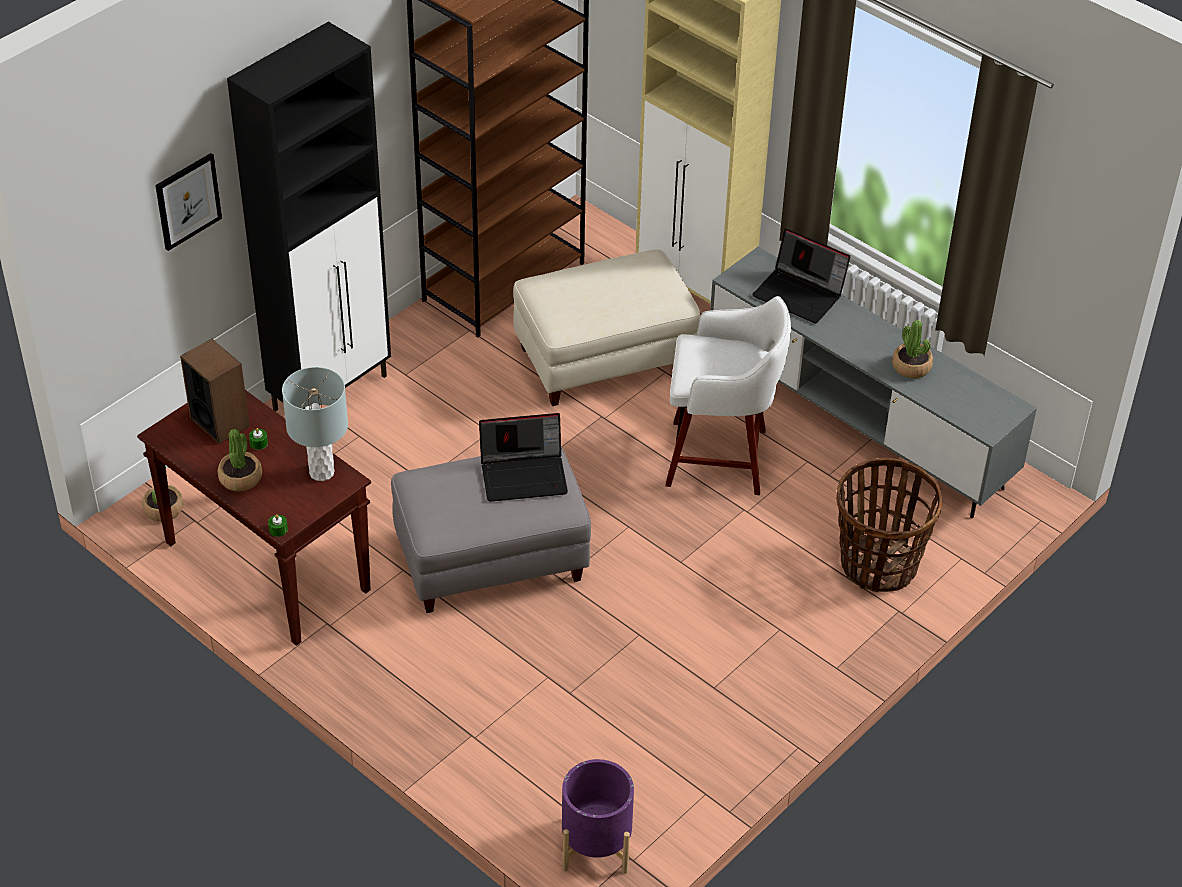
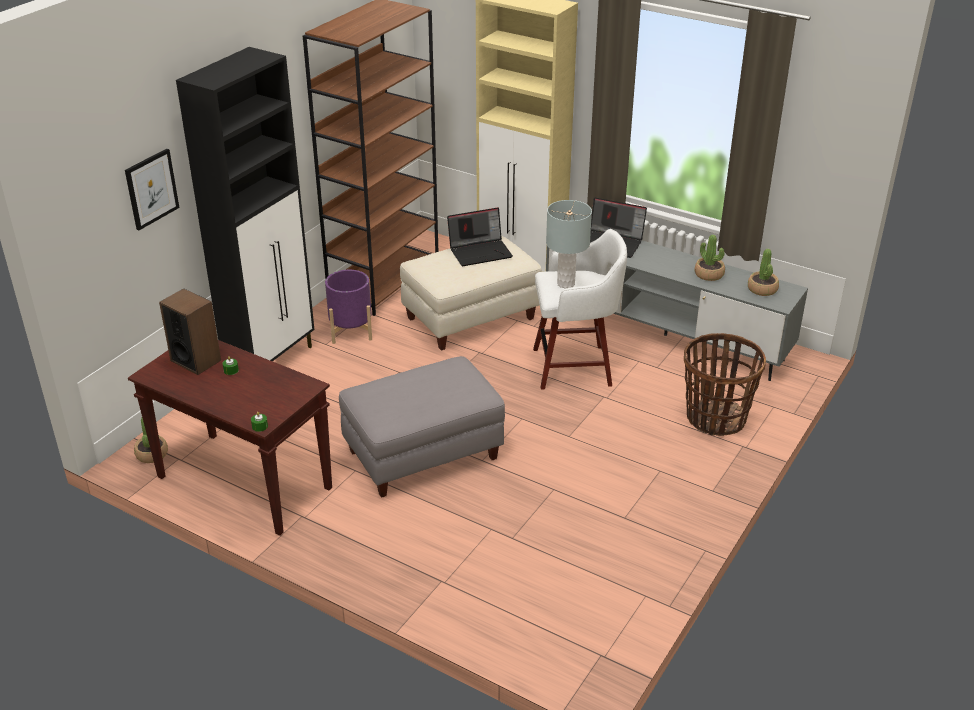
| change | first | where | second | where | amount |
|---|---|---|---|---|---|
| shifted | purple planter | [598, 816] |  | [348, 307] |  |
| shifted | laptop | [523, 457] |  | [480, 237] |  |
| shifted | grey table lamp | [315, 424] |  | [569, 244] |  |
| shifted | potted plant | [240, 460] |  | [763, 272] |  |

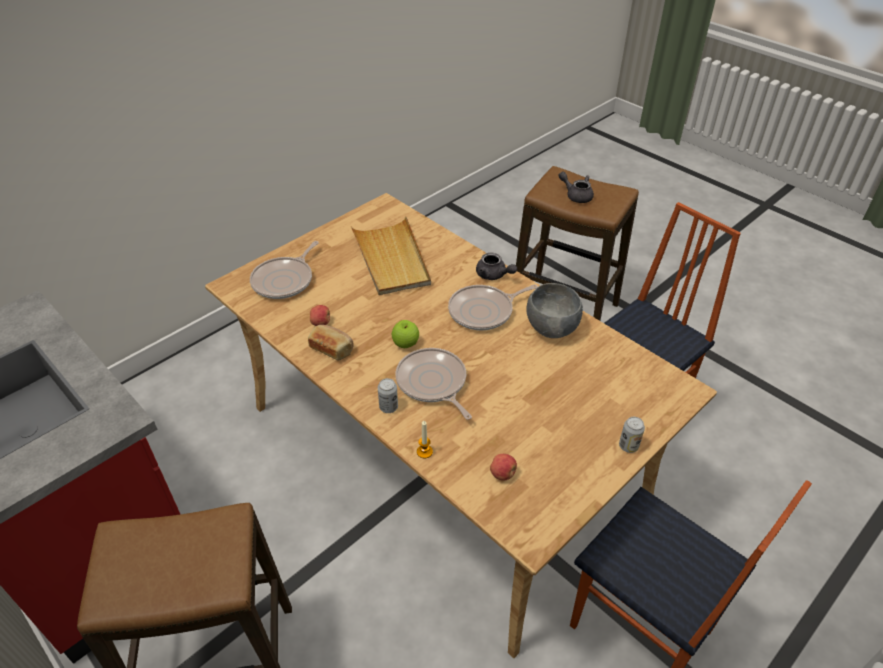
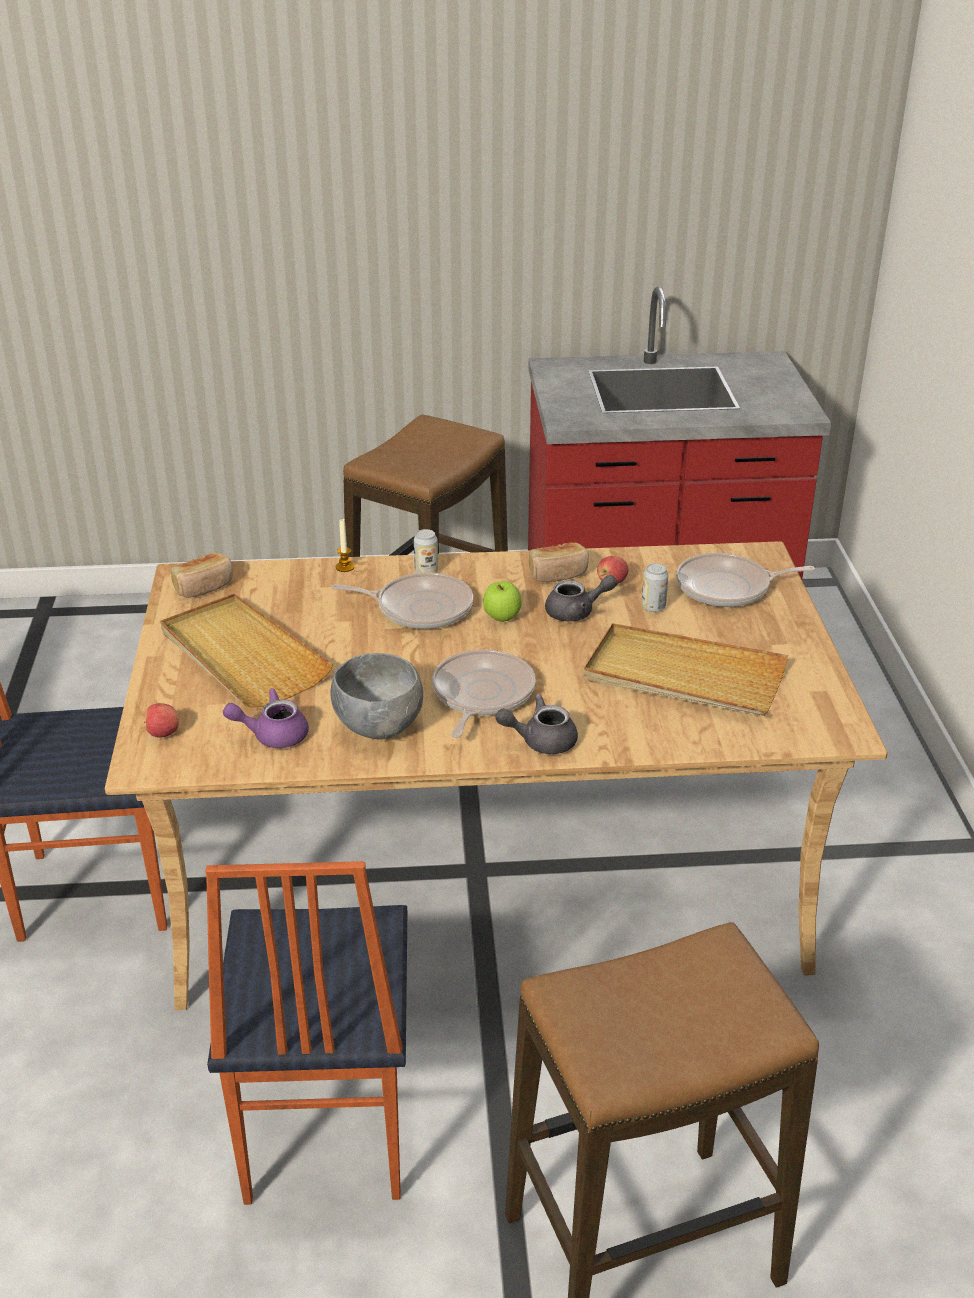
| change | first | where | second | where | amount |
|---|---|---|---|---|---|
| shifted | apple | [503, 467] |  | [161, 720] |  |
| new |  |  | beige tray | [246, 651] |  |
| new |  |  | bread | [202, 575] |  |
| new |  |  | purple teapot | [266, 718] |  |
| shifted | grey teapot | [576, 187] |  | [581, 598] |  |
| shifted | can | [632, 435] |  | [654, 587] |  |
| rotated | frying pan | [284, 270] |  | [745, 580] | 75 degrees counterclockwise |

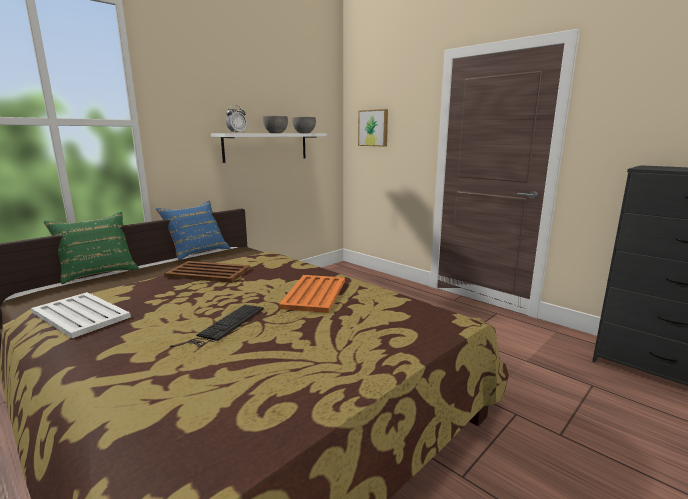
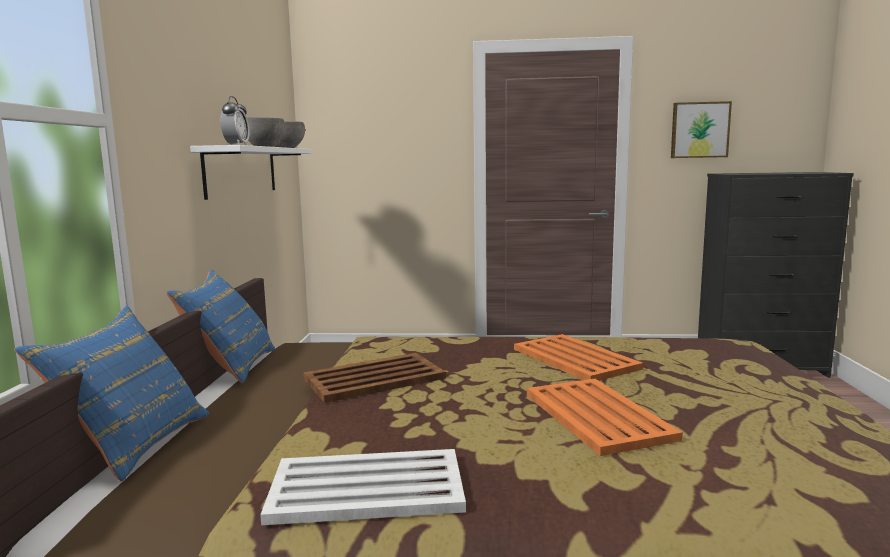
| change | first | where | second | where | amount |
|---|---|---|---|---|---|
| repainted | green pillow | [91, 248] | blue pillow | [111, 394] |  |
| swapped | keyboard | [217, 326] | orange tray | [605, 417] |  |
| shifted | picture | [373, 127] |  | [701, 129] |  |

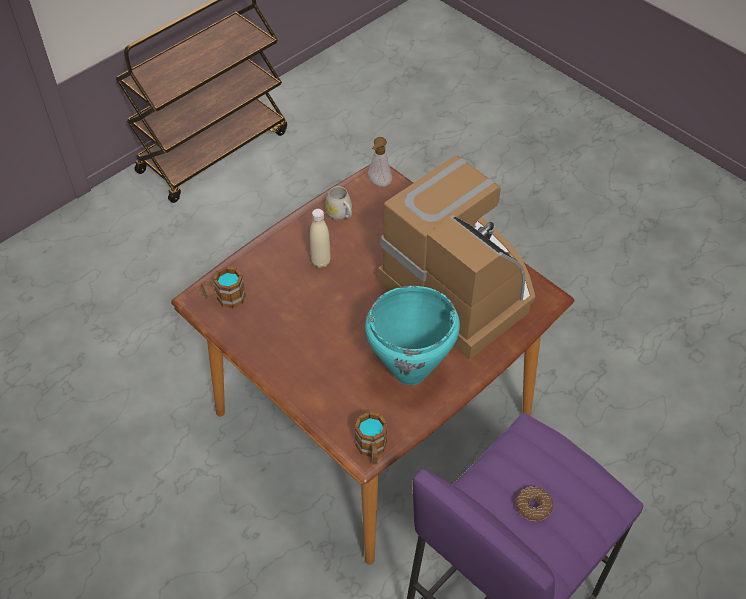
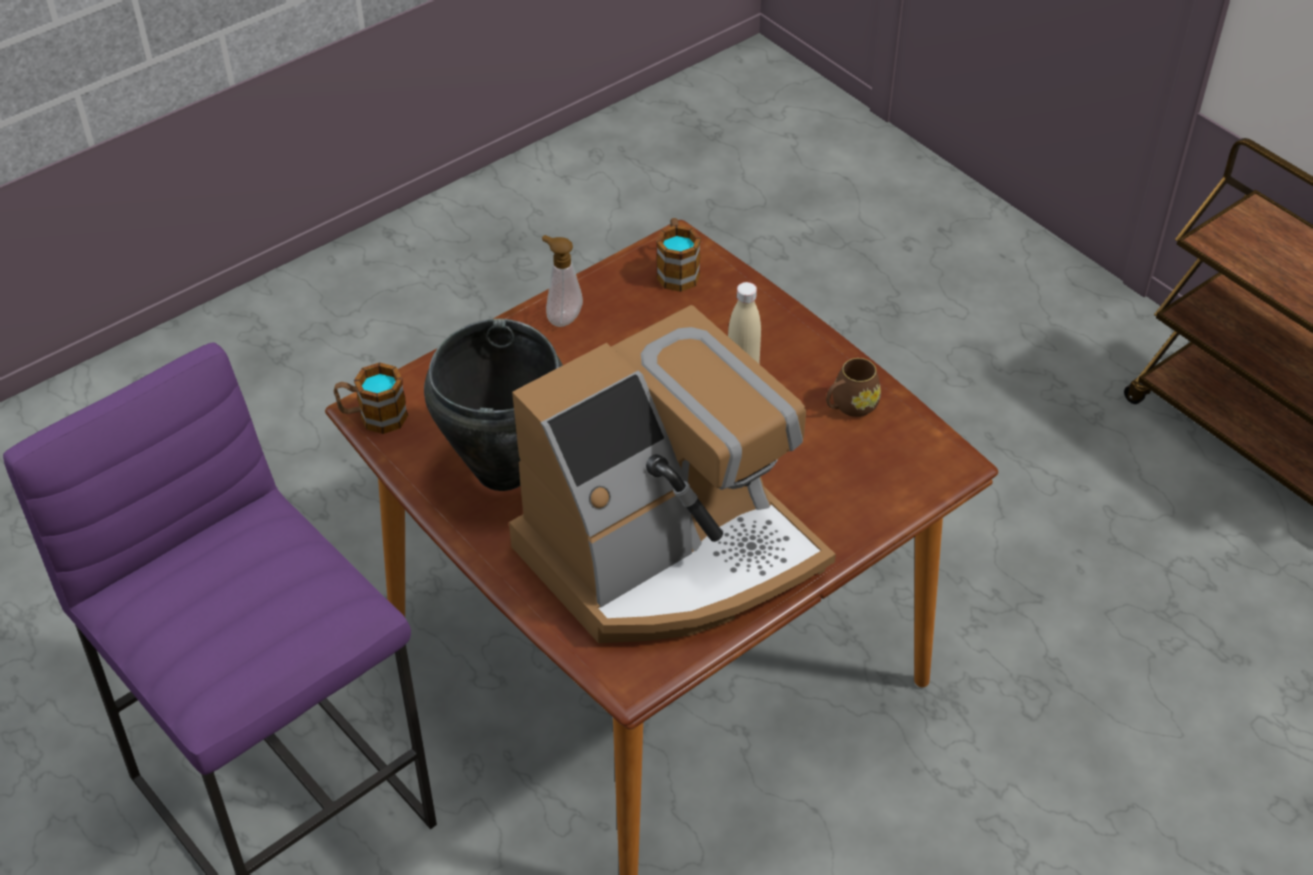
| change | first | where | second | where | amount |
|---|---|---|---|---|---|
| repainted | turquoise cooking pot | [412, 335] | black cooking pot | [493, 405] |  |
| shifted | soap dispenser | [380, 162] |  | [562, 281] |  |
| repainted | white mug | [338, 203] | brown mug | [853, 387] |  |
| gone | donut | [534, 503] |  |  |  |

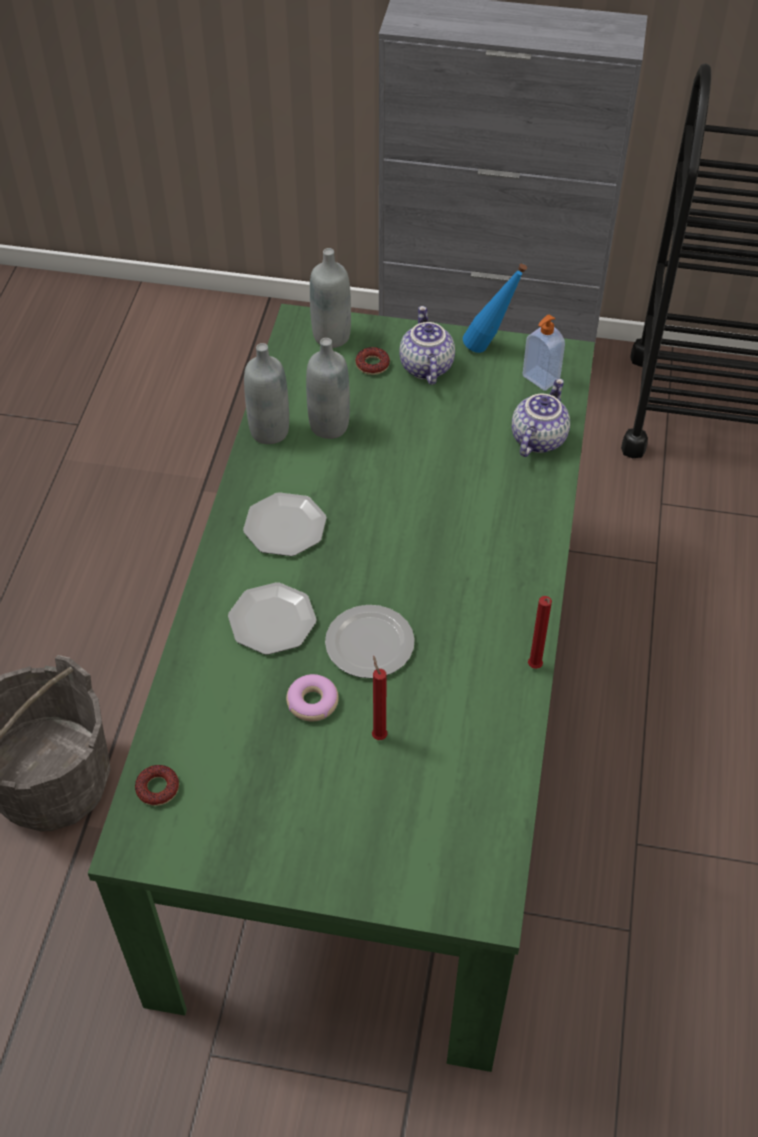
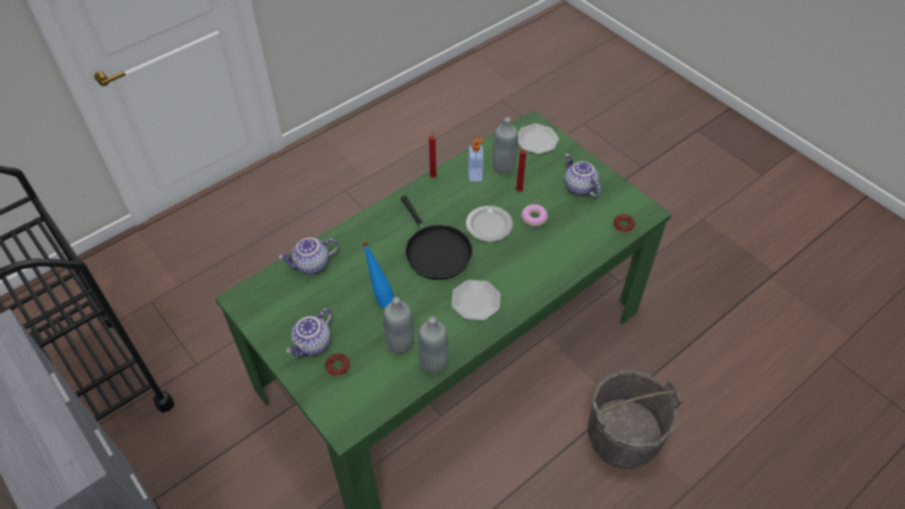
| change | first | where | second | where | amount |
|---|---|---|---|---|---|
| shifted | blue bottle | [495, 308] |  | [378, 274] |  |
| new |  |  | black frying pan | [437, 238] |  |
| shifted | soap dispenser | [544, 353] |  | [476, 160] |  |
| shifted | grey bottle | [330, 298] |  | [505, 145] |  |
| shifted | plate | [272, 618] |  | [538, 139] |  |
| new |  |  | teapot | [583, 175] |  |

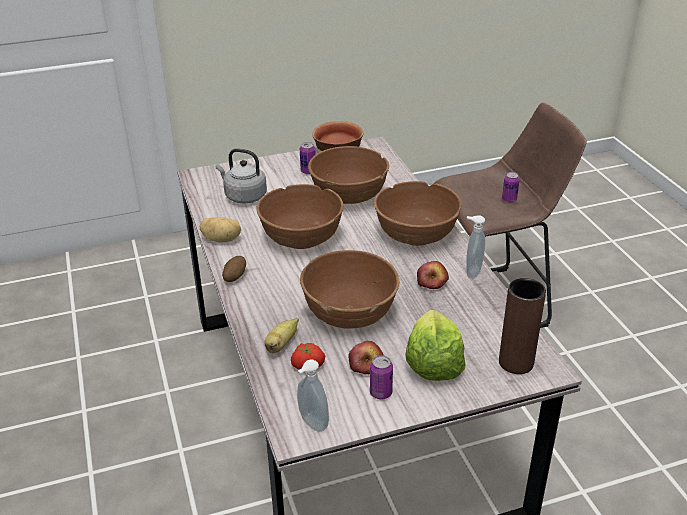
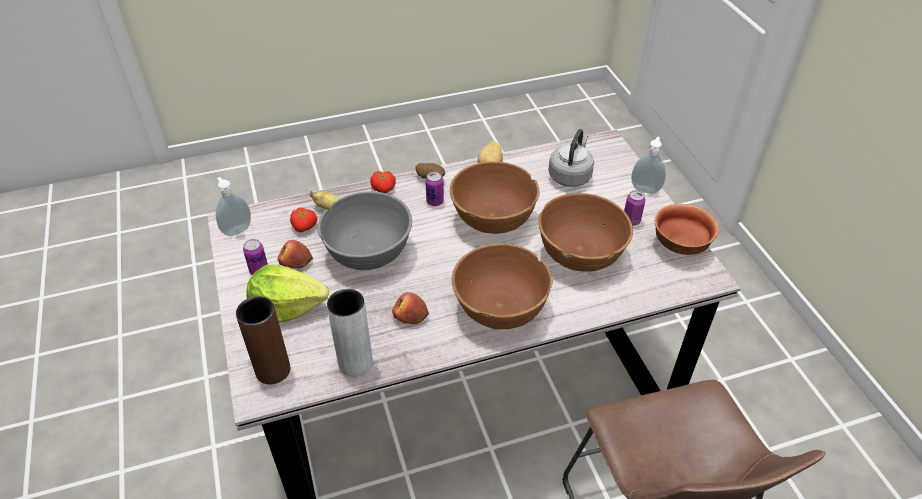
| change | first | where | second | where | amount |
|---|---|---|---|---|---|
| repainted | brown bowl | [349, 289] | grey bowl | [365, 230] |  |
| new |  |  | grey vase | [350, 333] |  |
| new |  |  | tomato | [383, 182] |  |
| shifted | can | [511, 187] |  | [434, 189] |  |
| shifted | soap dispenser | [475, 247] |  | [648, 165] |  |

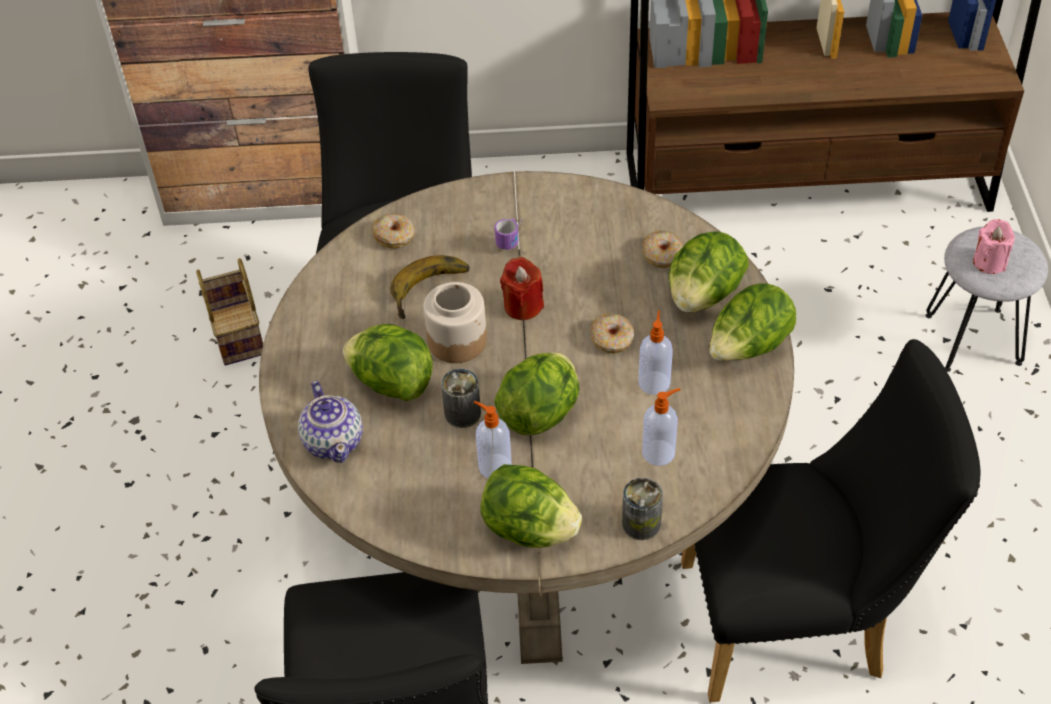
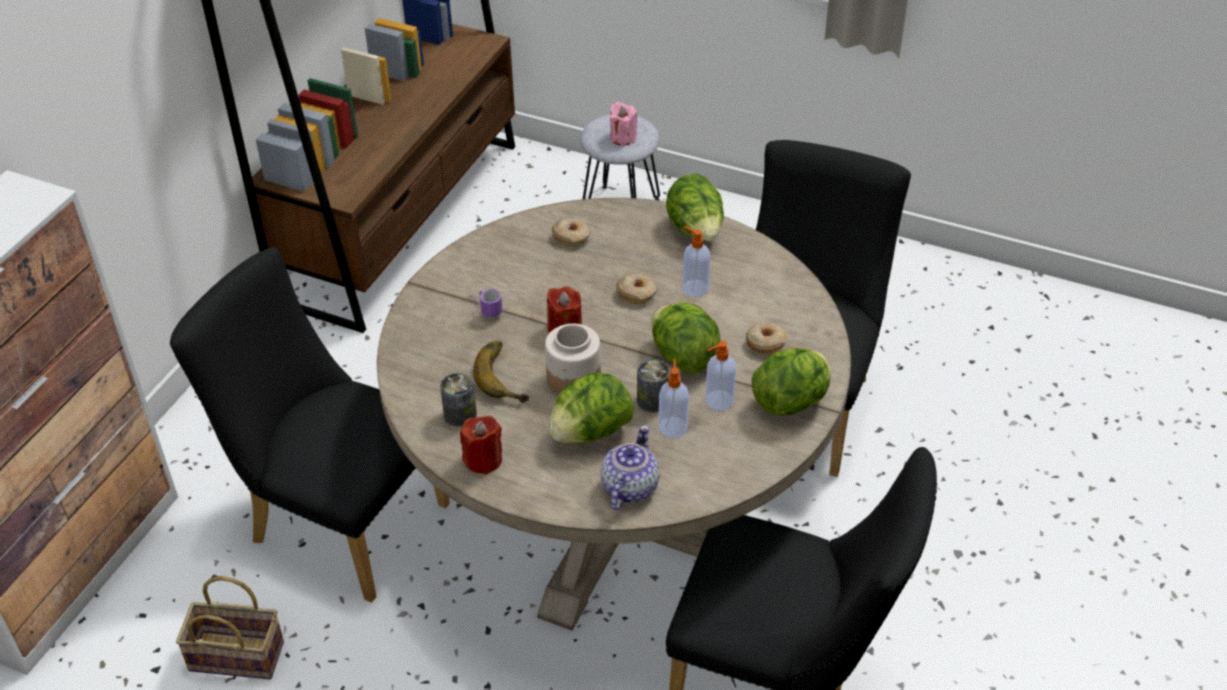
| change | first | where | second | where | amount |
|---|---|---|---|---|---|
| shifted | can | [642, 509] |  | [458, 399] |  |
| new |  |  | red candle | [481, 445] |  |
| rotated | teapot | [330, 422] |  | [630, 467] | 75 degrees counterclockwise |
| shifted | soap dispenser | [661, 427] |  | [673, 398] |  |
| shifted | donut | [393, 231] |  | [766, 339] |  |
| gone | lettuce | [709, 272] |  |  |  |

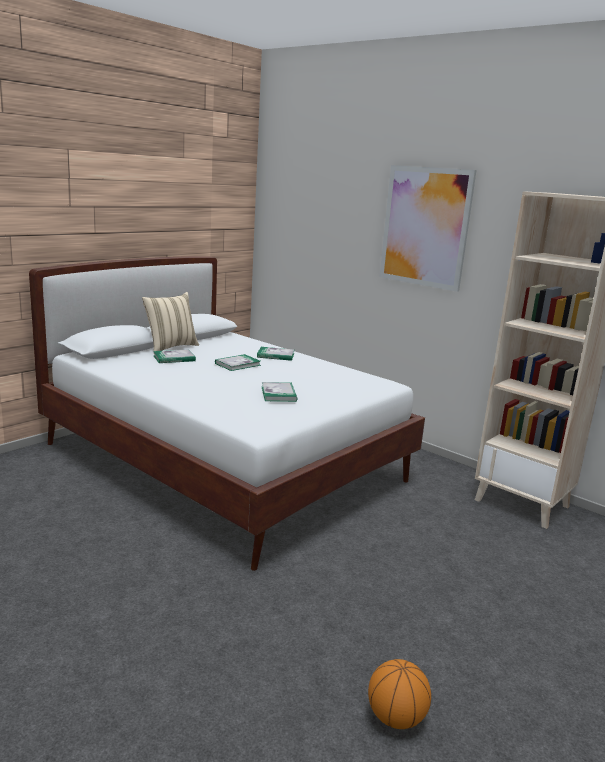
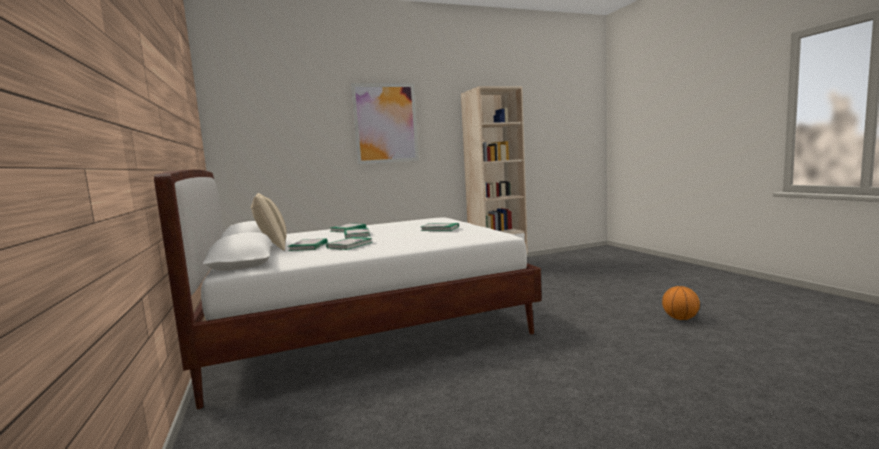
| change | first | where | second | where | amount |
|---|---|---|---|---|---|
| new |  |  | book | [349, 243] |  |

